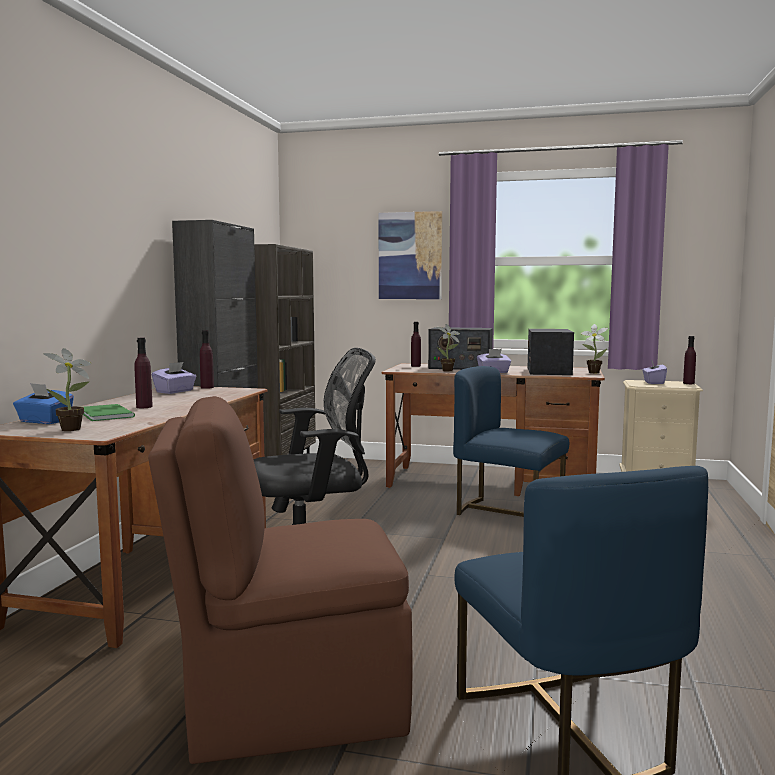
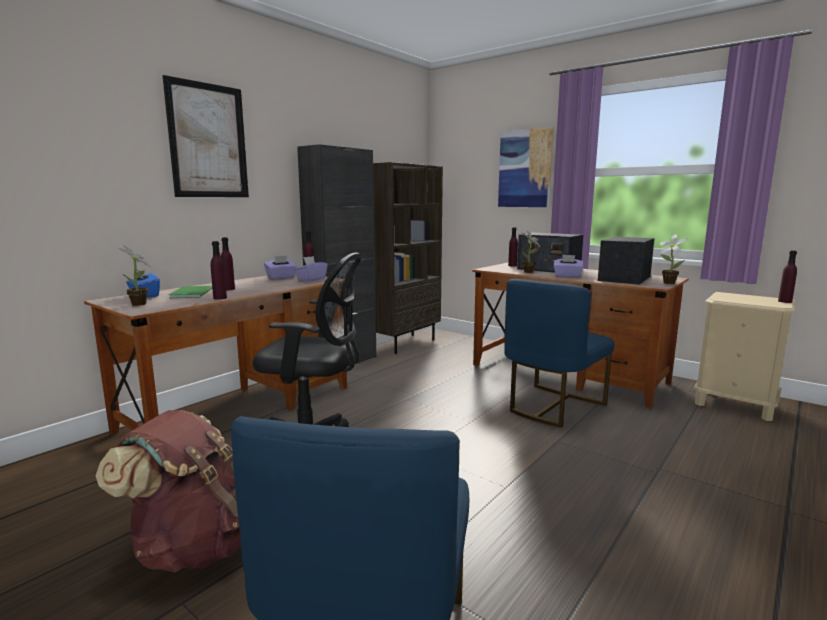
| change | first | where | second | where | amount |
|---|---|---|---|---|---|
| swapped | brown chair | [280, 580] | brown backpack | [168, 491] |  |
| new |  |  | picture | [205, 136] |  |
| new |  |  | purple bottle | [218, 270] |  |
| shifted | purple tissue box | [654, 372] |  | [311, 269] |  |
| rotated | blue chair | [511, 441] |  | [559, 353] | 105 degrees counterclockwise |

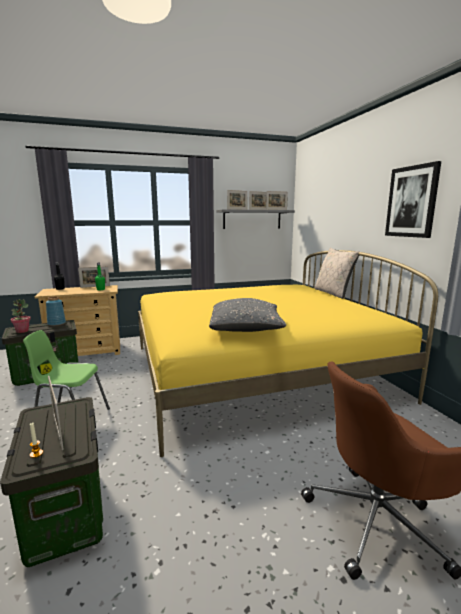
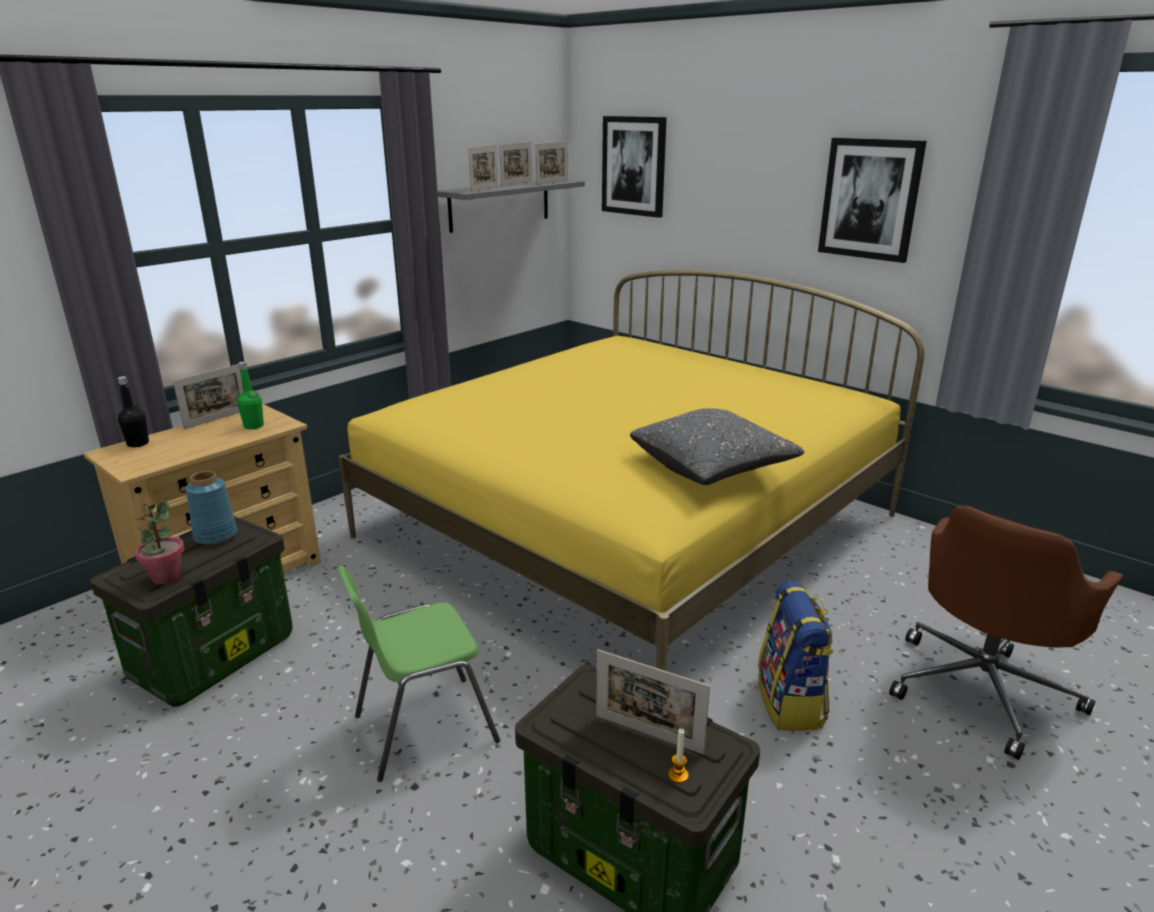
| change | first | where | second | where | amount |
|---|---|---|---|---|---|
| new |  |  | picture | [634, 167] |  |
| new |  |  | backpack | [795, 656] |  |
| gone | beige pillow | [337, 273] |  |  |  |

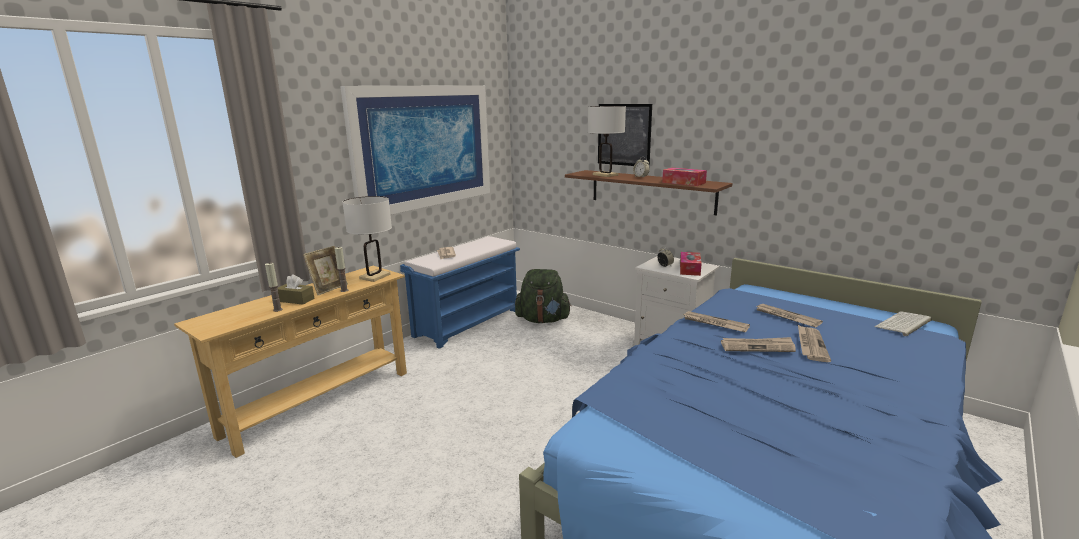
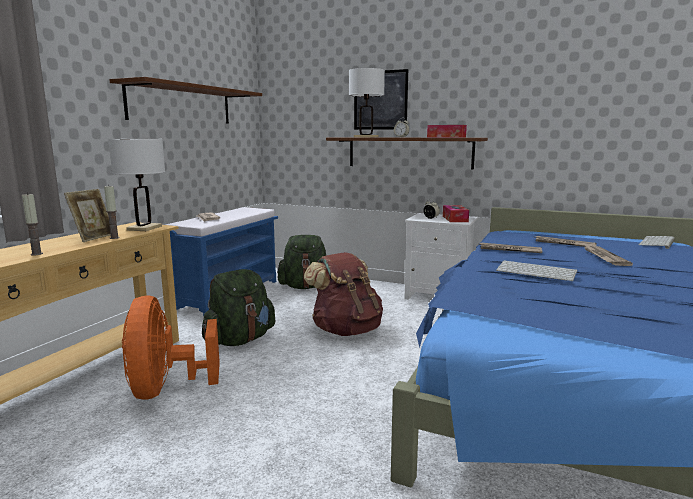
| change | first | where | second | where | amount |
|---|---|---|---|---|---|
| swapped | picture | [415, 150] | brown shelf | [185, 100] |  |
| new |  |  | orange fan | [171, 347] |  |
| new |  |  | green backpack | [238, 307] |  |
| new |  |  | brown backpack | [343, 294] |  |
| new |  |  | keyboard | [536, 270] |  |
| gone | brown tissue box | [296, 289] |  |  |  |
| gone | newspaper | [758, 344] |  |  |  |

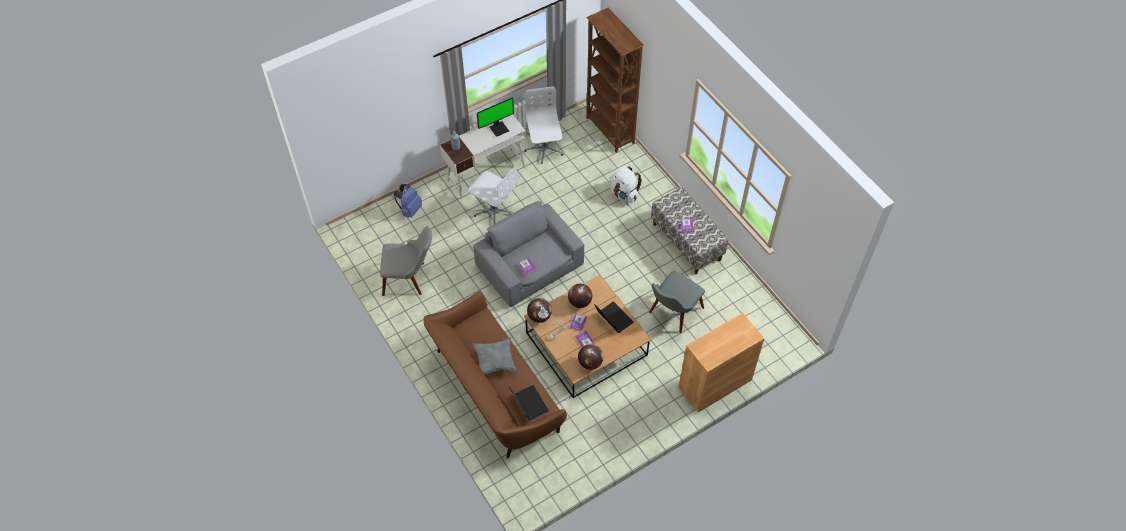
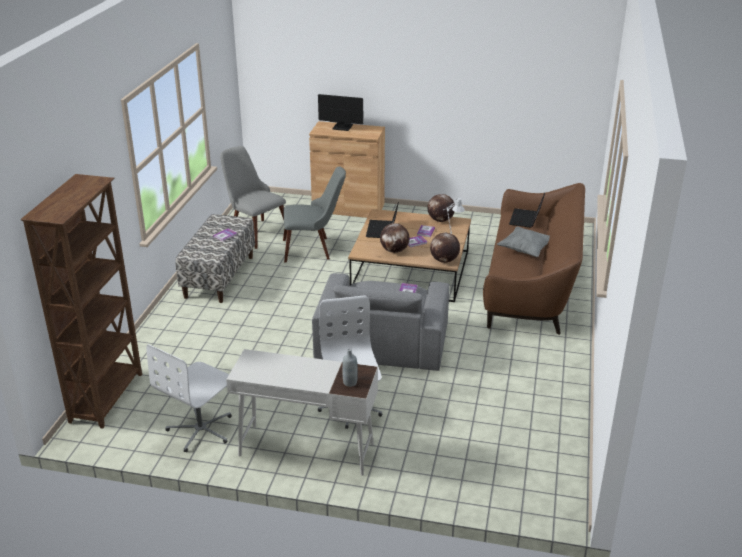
| change | first | where | second | where | amount |
|---|---|---|---|---|---|
| shifted | grey chair | [406, 261] |  | [253, 197] |  |
| shifted | monitor | [495, 117] |  | [340, 112] |  |
| gone | blue backpack | [408, 201] |  |  |  |
| gone | white backpack | [625, 184] |  |  |  |

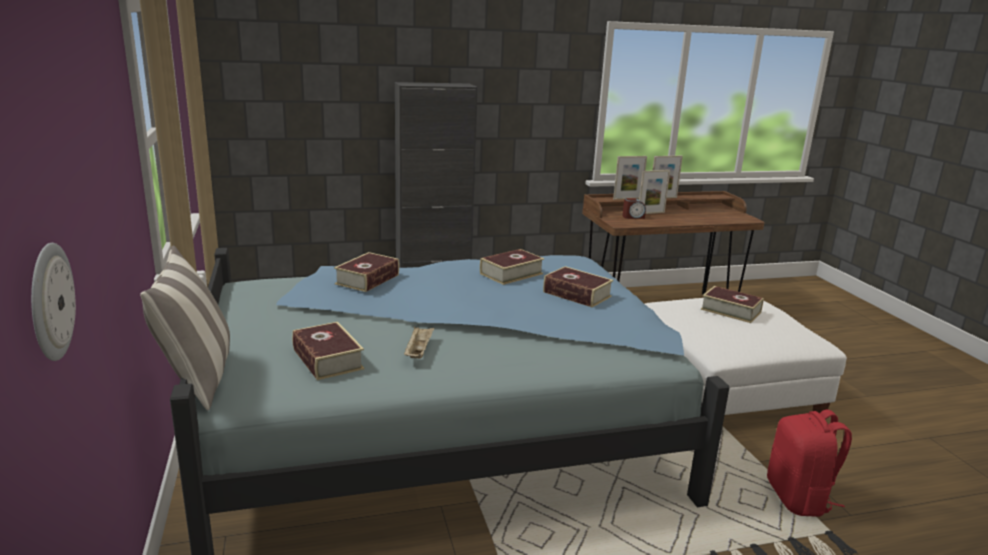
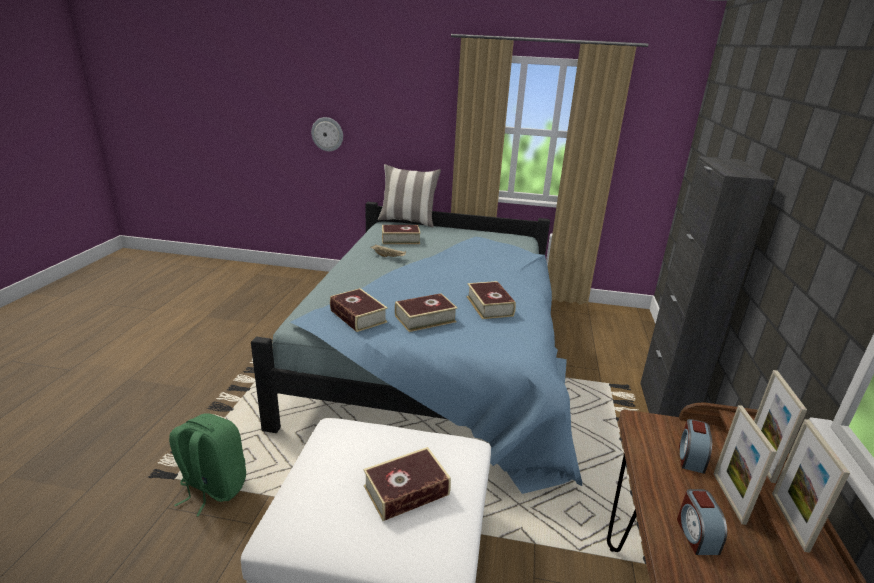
| change | first | where | second | where | amount |
|---|---|---|---|---|---|
| repainted | red backpack | [809, 463] | green backpack | [207, 465] |  |
| shifted | book | [366, 272] |  | [359, 310] |  |
| new |  |  | alarm clock | [702, 522] |  |

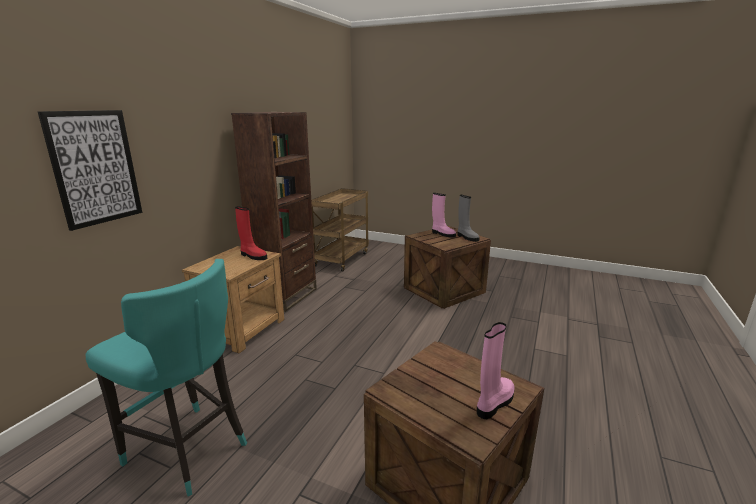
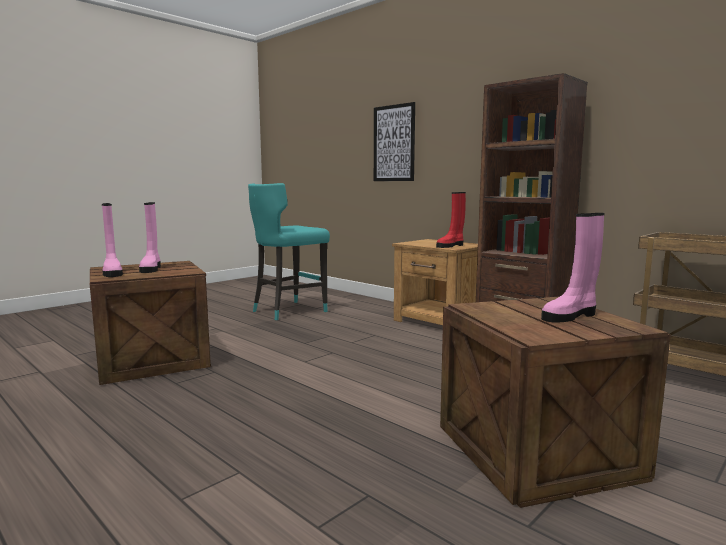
| change | first | where | second | where | amount |
|---|---|---|---|---|---|
| new |  |  | pink boot | [150, 237] |  |
| gone | grey boot | [469, 218] |  |  |  |

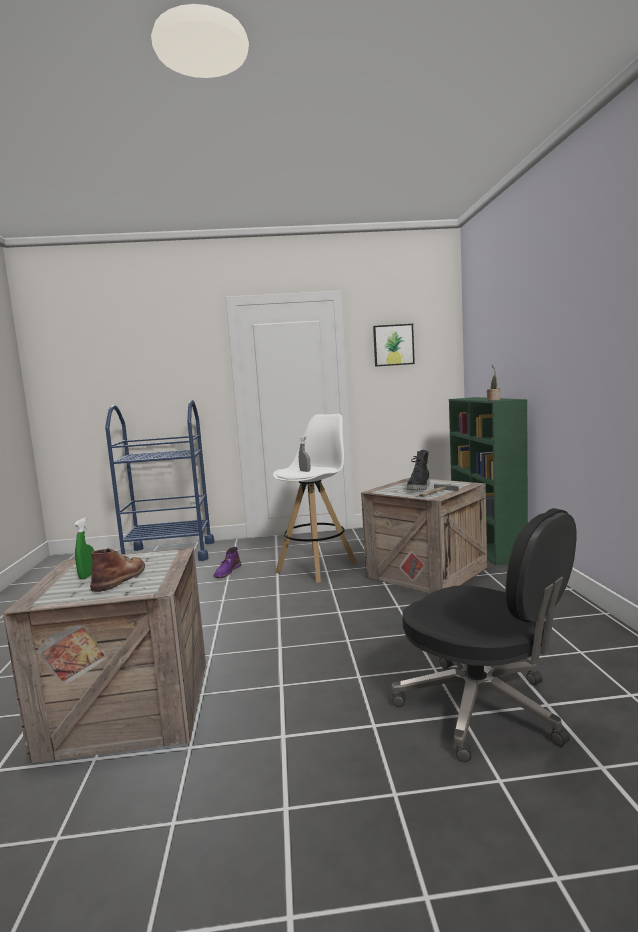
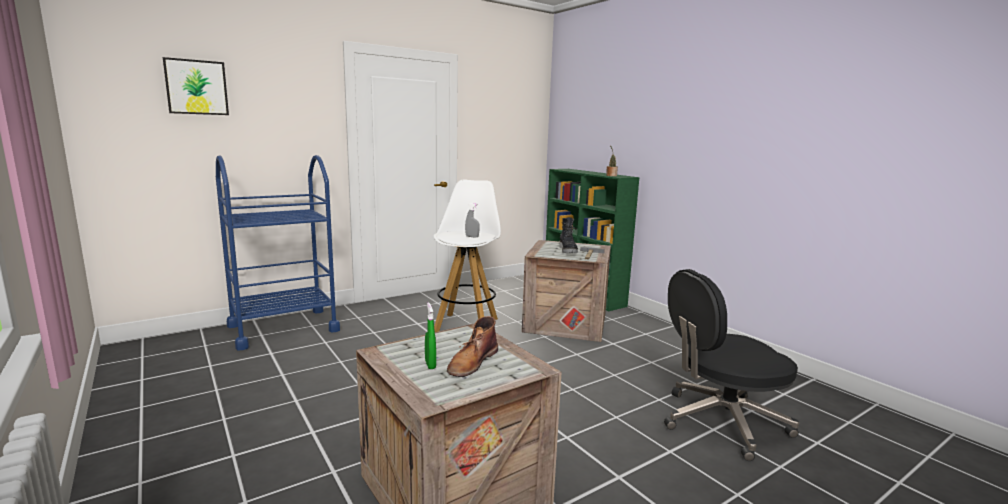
| change | first | where | second | where | amount |
|---|---|---|---|---|---|
| shifted | picture | [394, 345] |  | [196, 86] |  |
| rotated | brown boot | [117, 570] |  | [472, 346] | 135 degrees counterclockwise |
| rotated | black office chair | [484, 635] |  | [731, 365] | 150 degrees clockwise |
| gone | purple boot | [227, 562] |  |  |  |

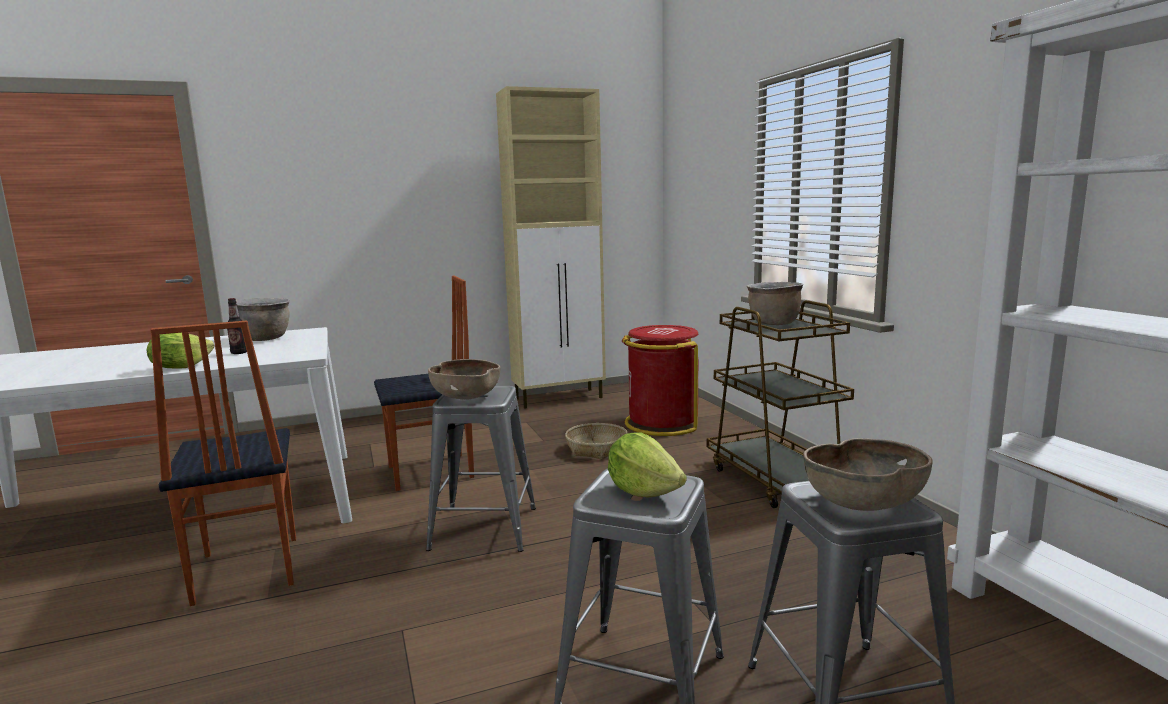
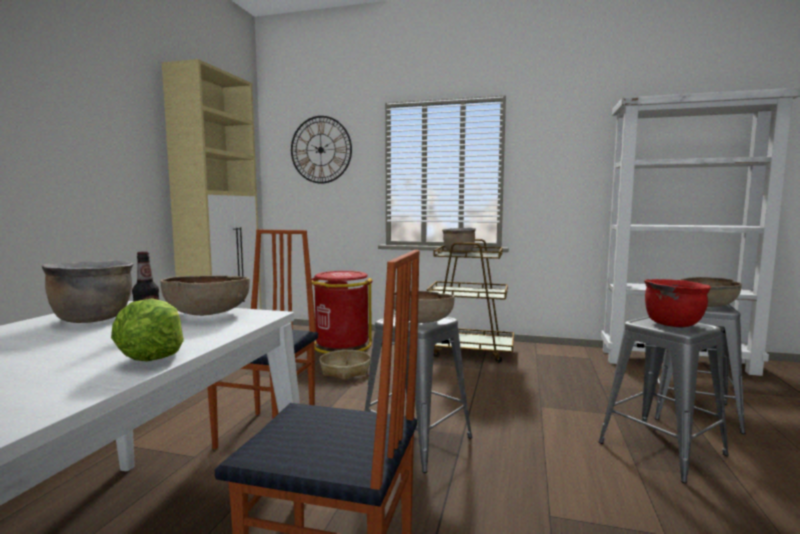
| change | first | where | second | where | amount |
|---|---|---|---|---|---|
| new |  |  | brown bowl | [205, 295] |  |
| new |  |  | wall clock | [321, 150] |  |
| swapped | lettuce | [647, 465] | red cooking pot | [677, 303] |  |

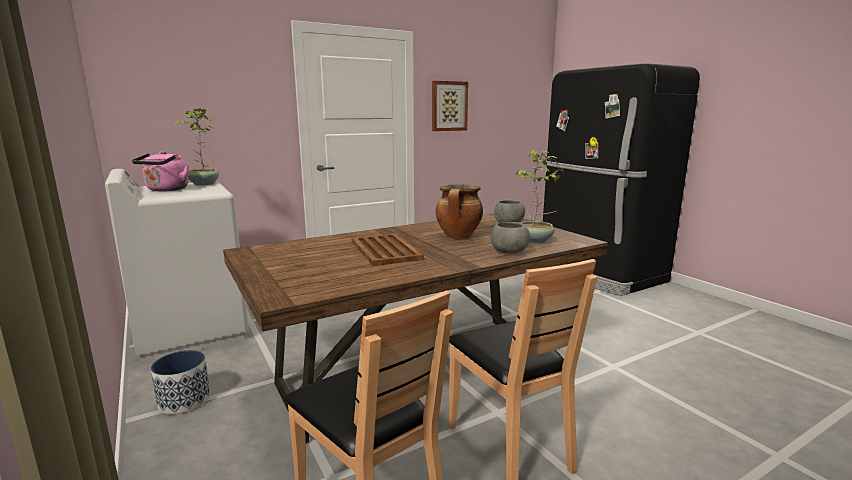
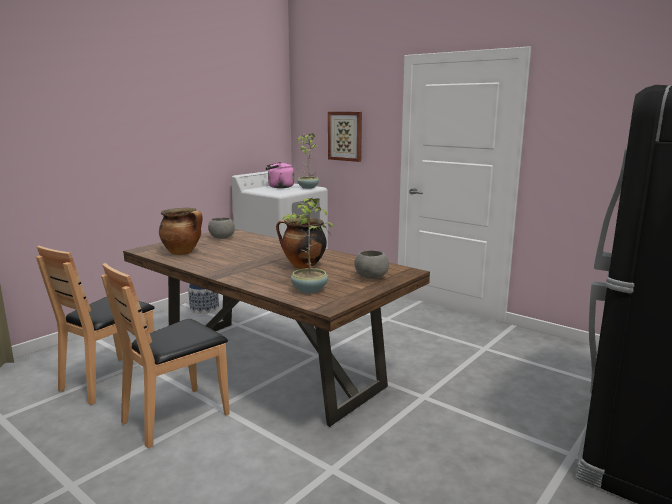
| change | first | where | second | where | amount |
|---|---|---|---|---|---|
| new |  |  | cooking pot | [181, 231] |  |
| shifted | grey bowl | [510, 238] |  | [221, 228] |  |
| shifted | picture | [450, 106] |  | [345, 137] |  |
| gone | brown tray | [387, 249] |  |  |  |

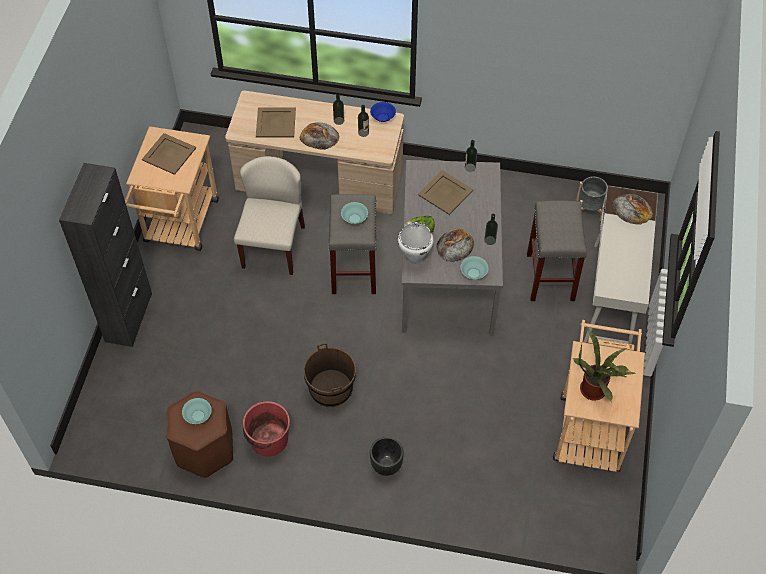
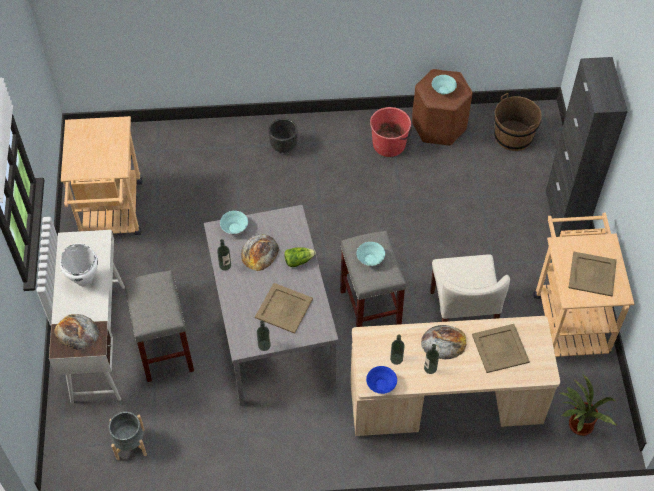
| change | first | where | second | where | amount |
|---|---|---|---|---|---|
| shifted | white cooking pot | [415, 243] |  | [79, 265] |  |
| shifted | brown bucket | [330, 375] |  | [518, 122] |  |
| shifted | potted plant | [604, 364] |  | [588, 405] |  |

